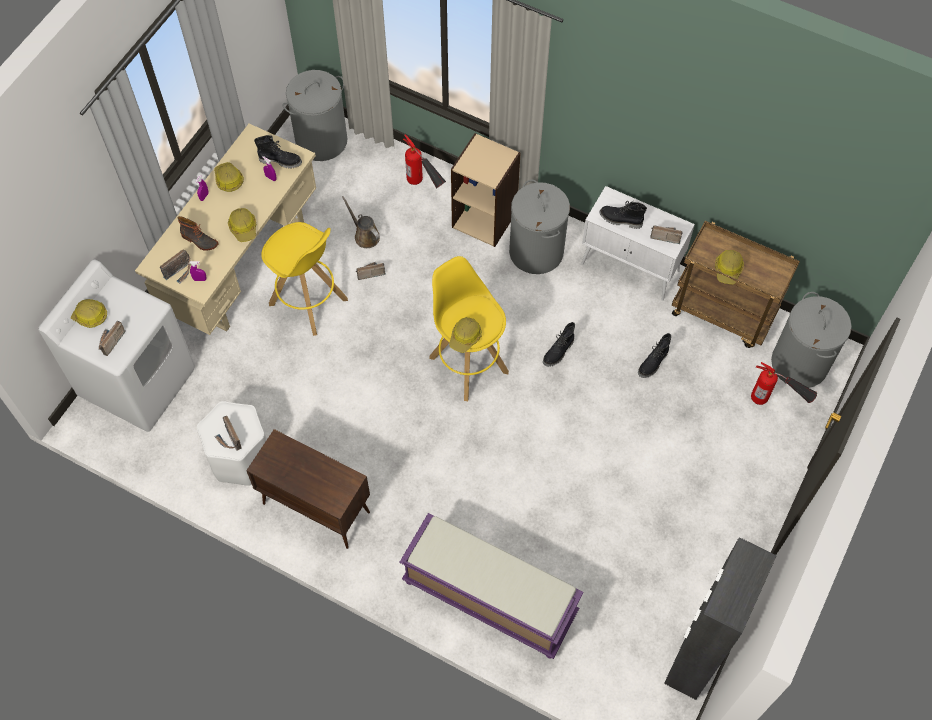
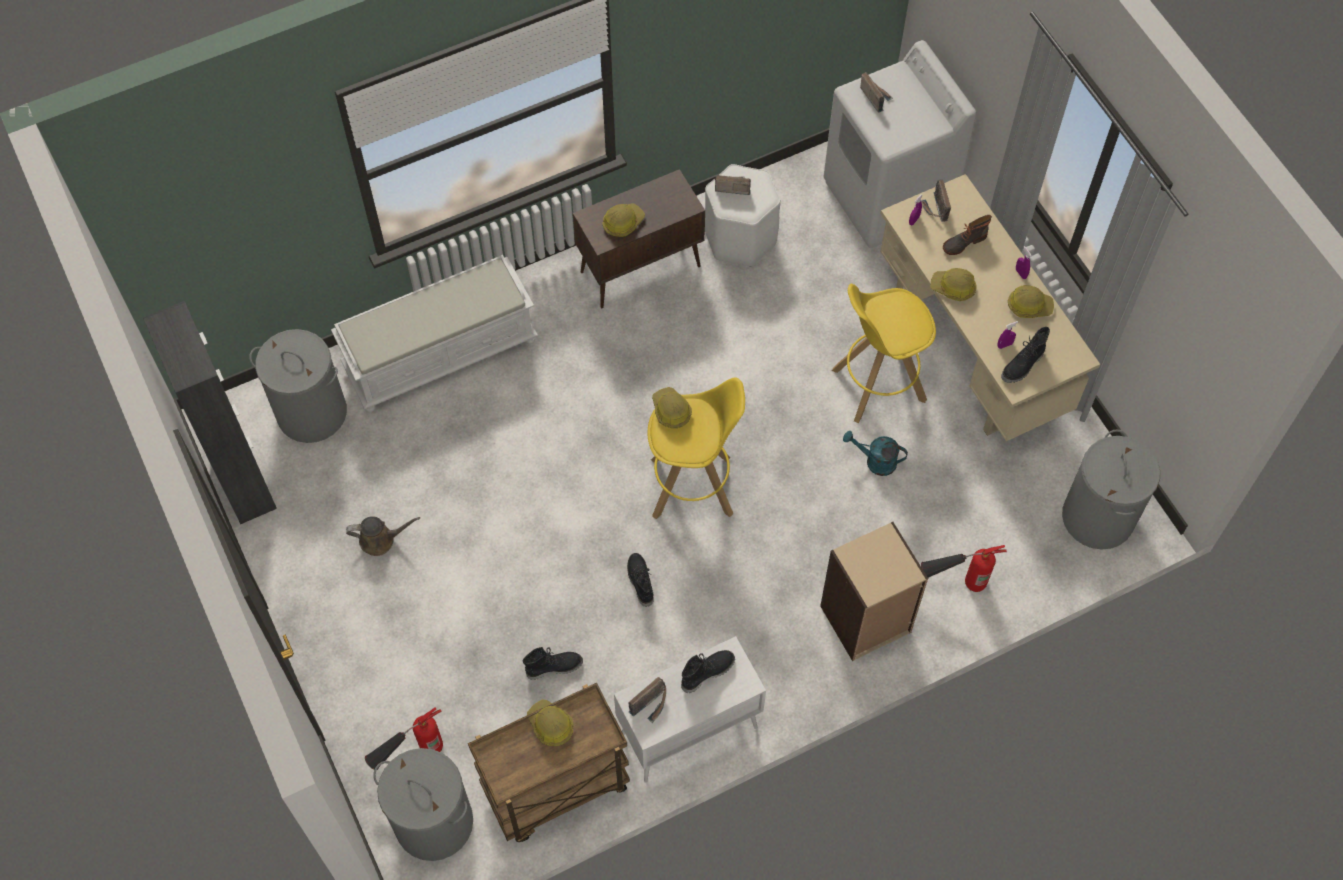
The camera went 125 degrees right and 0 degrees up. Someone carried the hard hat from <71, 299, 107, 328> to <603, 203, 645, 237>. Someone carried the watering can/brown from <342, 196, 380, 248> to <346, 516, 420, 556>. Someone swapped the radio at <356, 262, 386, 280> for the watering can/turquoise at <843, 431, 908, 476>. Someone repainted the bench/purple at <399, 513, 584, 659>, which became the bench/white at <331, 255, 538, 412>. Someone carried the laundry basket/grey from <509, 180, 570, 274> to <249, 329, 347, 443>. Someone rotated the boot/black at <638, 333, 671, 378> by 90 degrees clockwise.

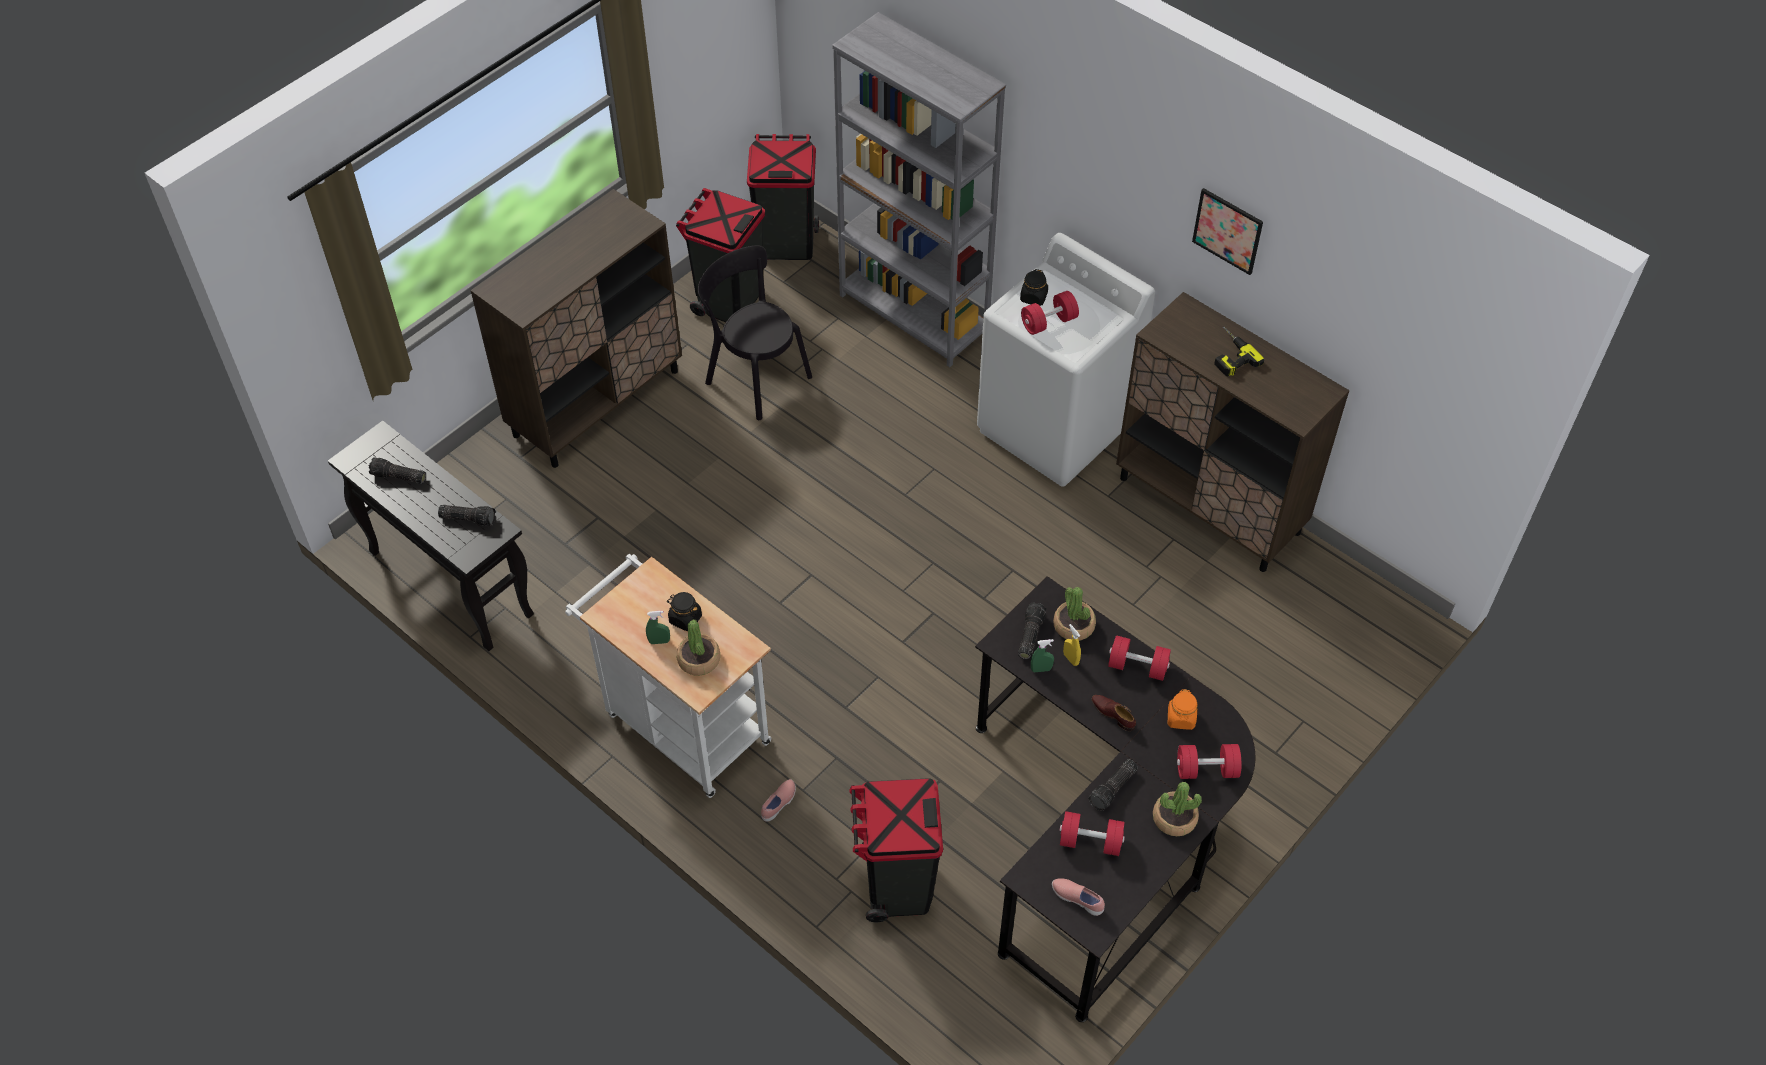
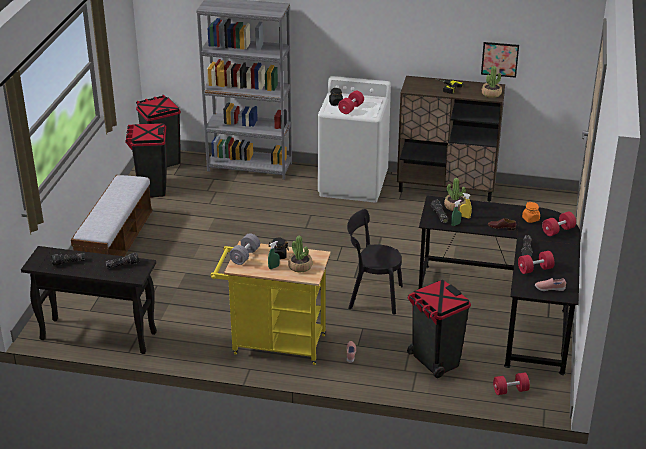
The camera went 30 degrees left and 20 degrees down. Someone swapped the cabinet/brown at <470, 189, 682, 468> for the bench at <71, 175, 153, 256>. Someone repainted the cart/white at <565, 554, 771, 798>, which became the cart/yellow at <210, 241, 331, 365>. Someone carried the chair/black from <698, 245, 812, 420> to <347, 209, 403, 315>. Someone carried the dumbbell/red from <1108, 635, 1171, 681> to <493, 373, 530, 395>. Someone carried the potted plant from <1153, 782, 1202, 836> to <482, 66, 502, 98>. Someone carried the picture from <1192, 188, 1263, 275> to <481, 42, 519, 78>. Someone put down the dumbbell/grey at <229, 233, 260, 265>.

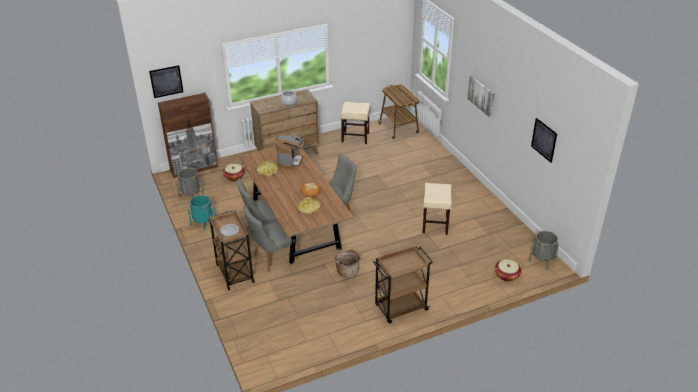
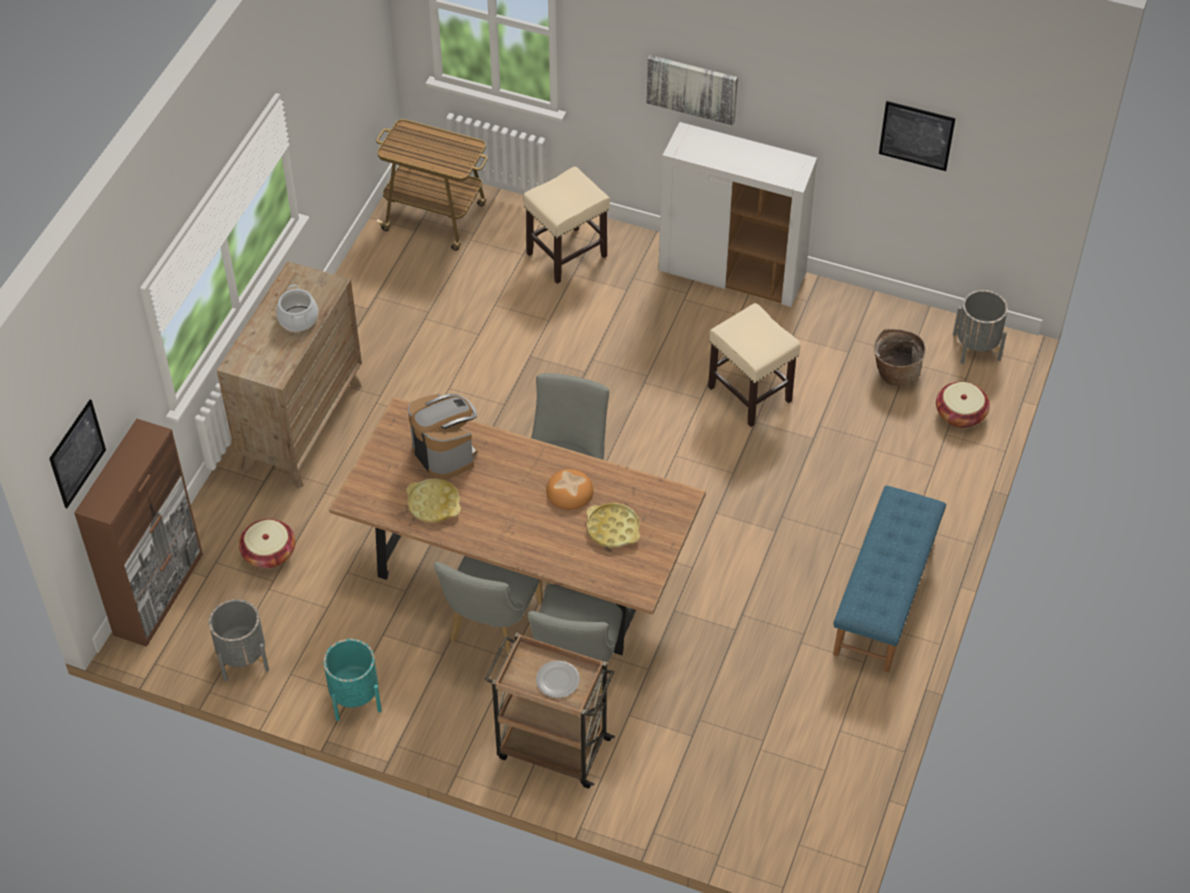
The camera went 45 degrees left and 15 degrees up. Someone carried the basket from <335, 249, 360, 278> to <874, 329, 926, 386>. Someone carried the stool/beige from <341, 102, 370, 144> to <523, 167, 610, 284>. Someone swapped the cart/brown at <373, 246, 433, 323> for the bench/blue at <833, 486, 946, 672>. Someone put down the cabinet/white at <658, 122, 817, 307>.

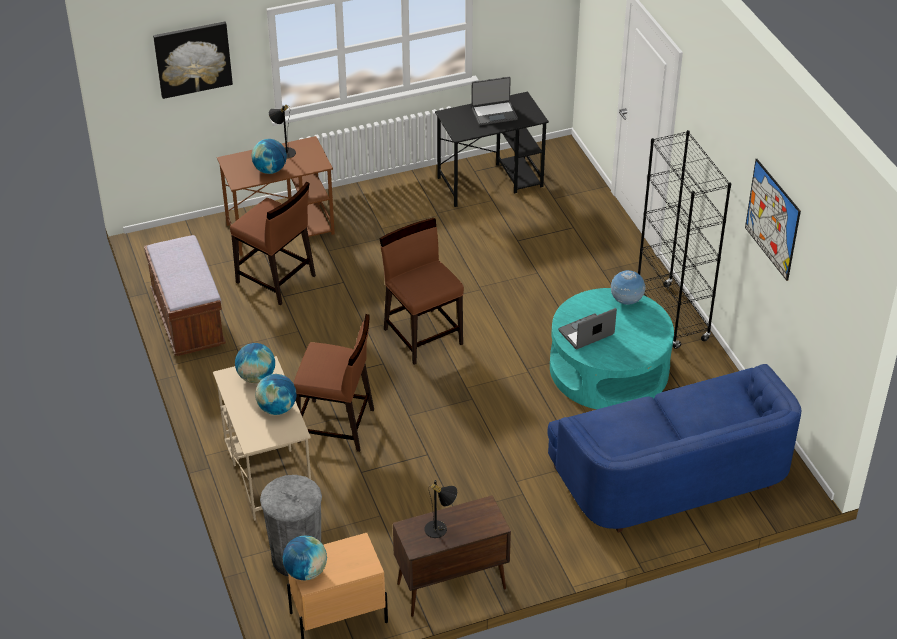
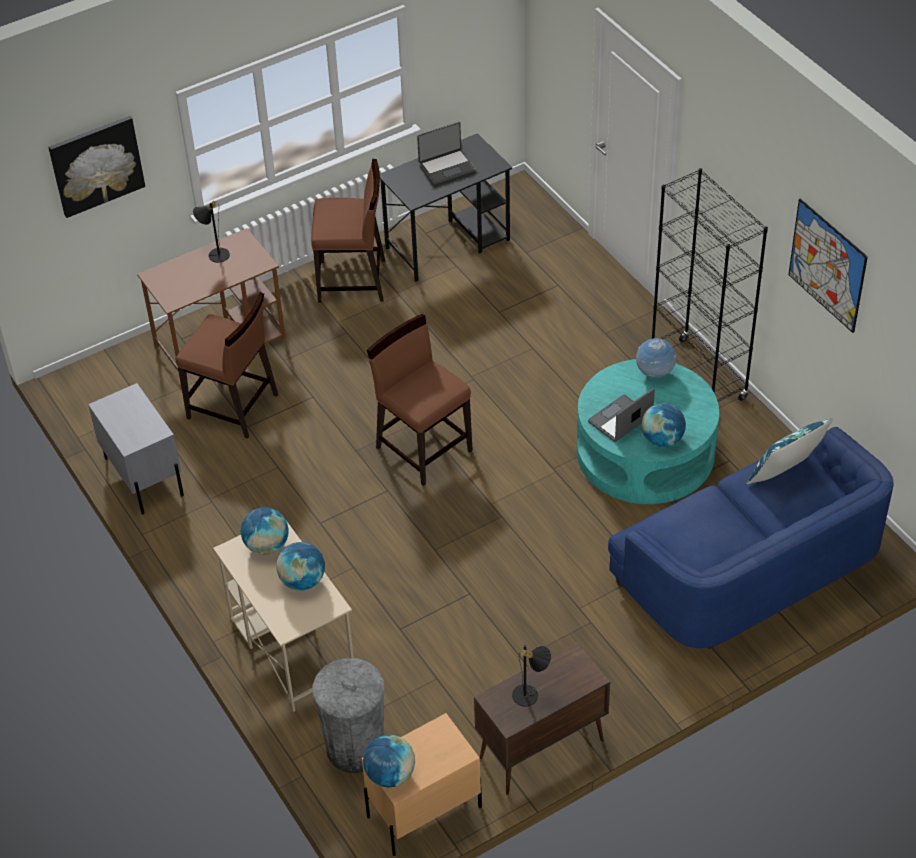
The camera went 10 degrees left and 5 degrees up. Someone swapped the bench/brown at <144, 235, 226, 356> for the nightstand/grey at <88, 383, 184, 515>. Someone carried the globe from <251, 139, 287, 174> to <641, 403, 686, 447>. Someone carried the chair/brown from <293, 314, 374, 452> to <311, 159, 385, 303>. Someone put down the pillow/blue at <746, 418, 833, 484>.

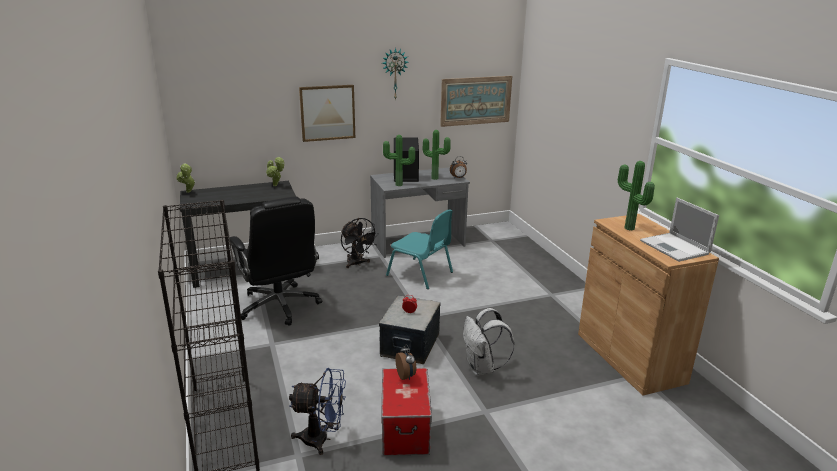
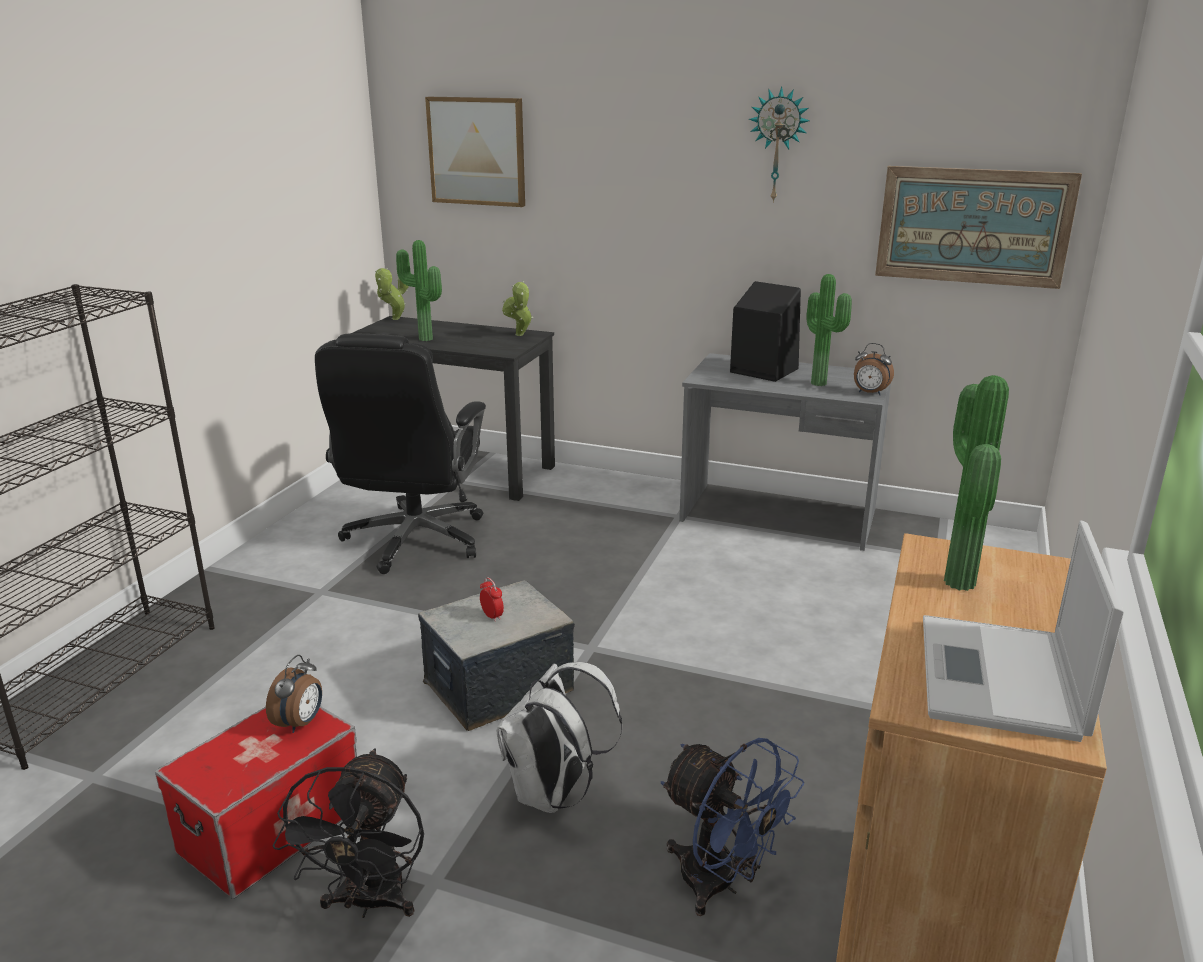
The camera went 40 degrees right and 0 degrees up. Someone carried the fan/blue from <289, 368, 346, 455> to <661, 738, 804, 916>. Someone carried the picture from <299, 85, 355, 142> to <425, 97, 525, 207>. Someone carried the fan/black from <341, 218, 379, 268> to <273, 748, 424, 918>. Someone carried the potted plant from <383, 135, 415, 186> to <396, 240, 442, 341>. Someone took away the chair/turquoise at <386, 209, 453, 289>.

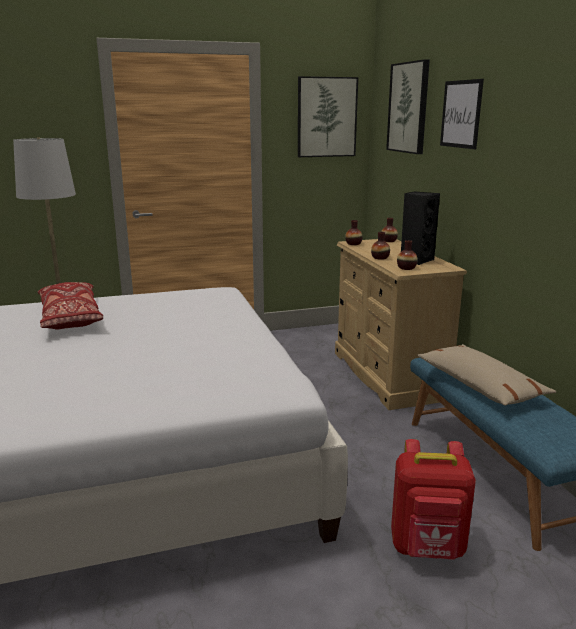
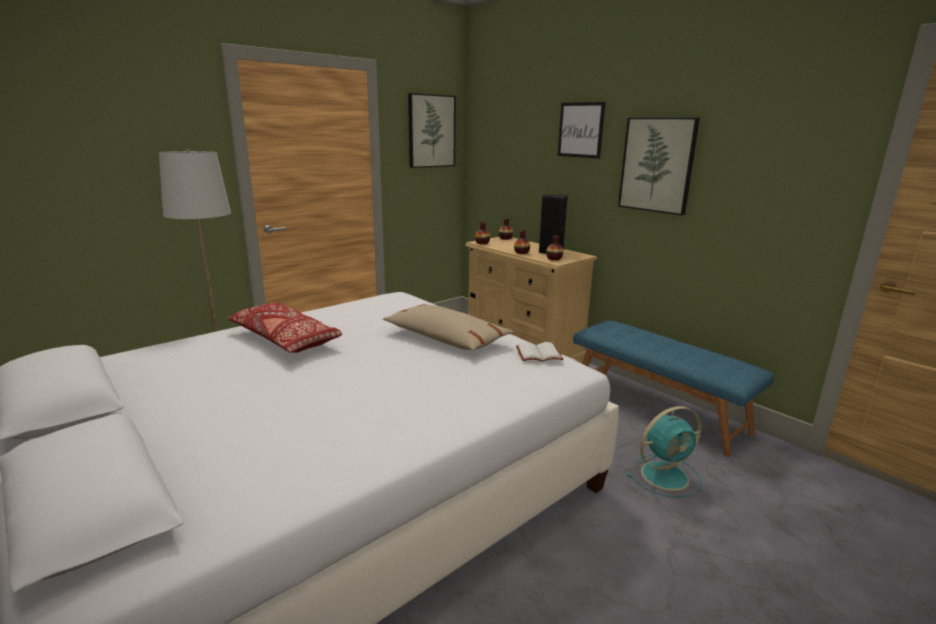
The camera went 25 degrees left and 0 degrees up. Someone carried the picture from <386, 59, 430, 154> to <618, 117, 700, 215>. Someone swapped the backpack/red at <391, 439, 476, 559> for the fan/turquoise at <627, 406, 703, 497>. Someone carried the pillow/beige from <417, 344, 556, 405> to <383, 304, 514, 350>. Someone put down the book/white at <516, 342, 563, 362>.

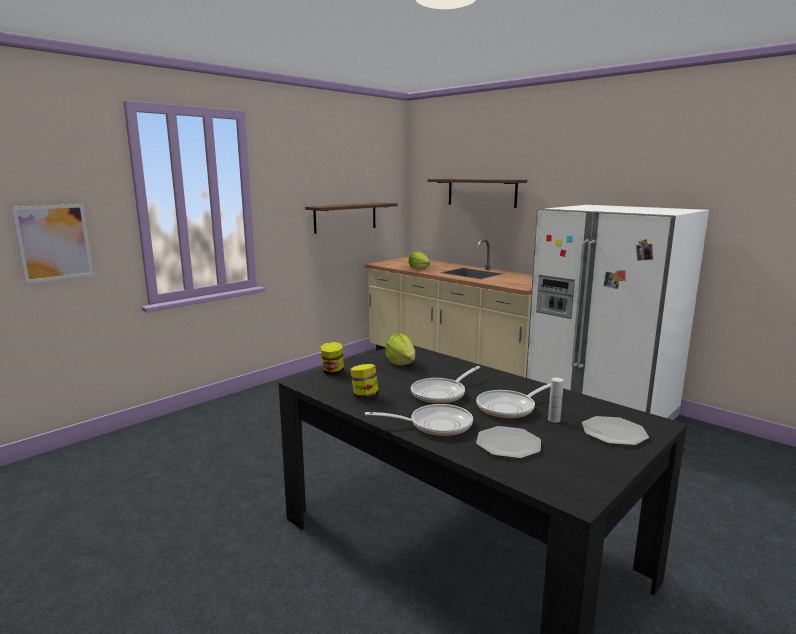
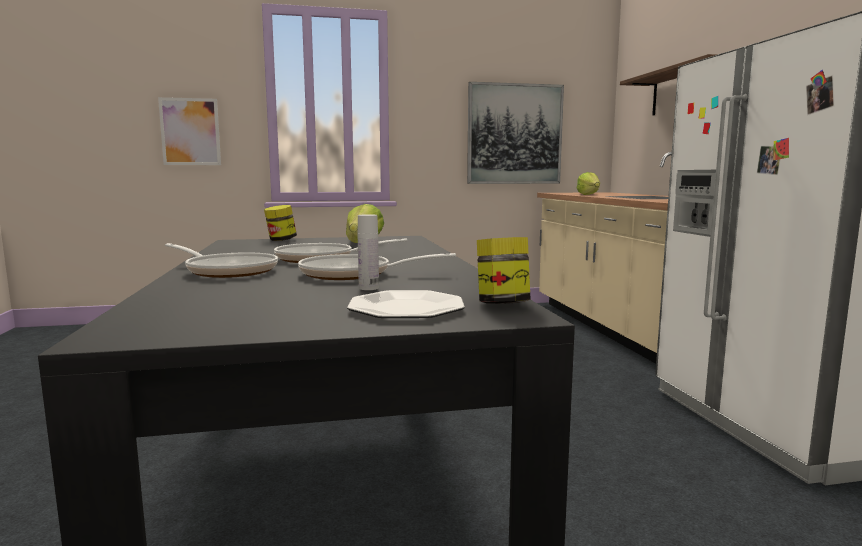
The camera went 35 degrees right and 5 degrees down. Someone swapped the shelf at <305, 203, 398, 234> for the picture at <467, 82, 564, 184>. Someone carried the jar from <350, 364, 379, 398> to <477, 237, 531, 304>. Someone took away the plate at <476, 426, 541, 459>.

